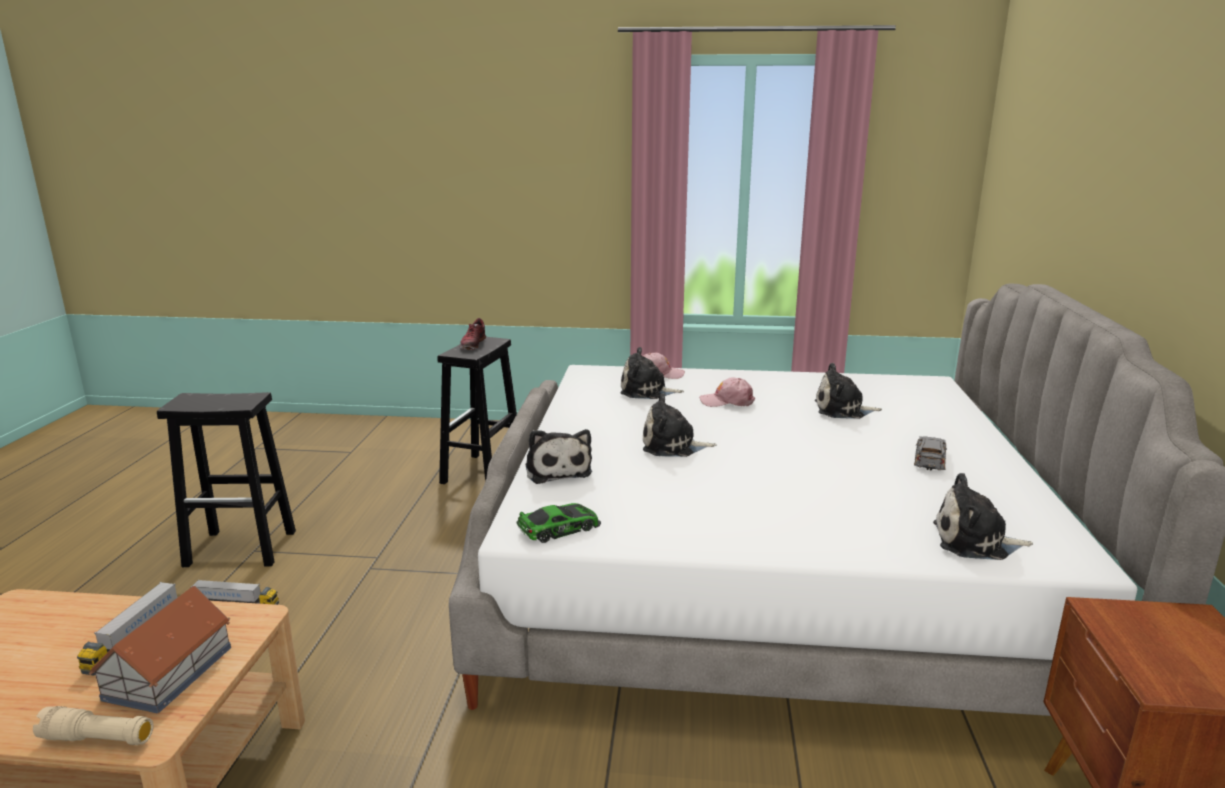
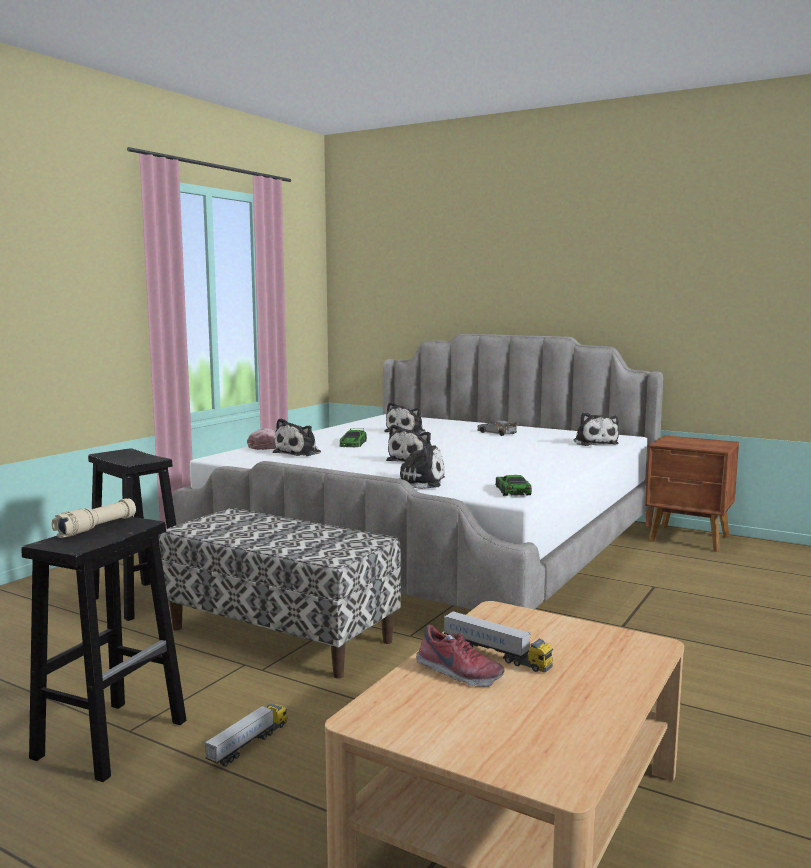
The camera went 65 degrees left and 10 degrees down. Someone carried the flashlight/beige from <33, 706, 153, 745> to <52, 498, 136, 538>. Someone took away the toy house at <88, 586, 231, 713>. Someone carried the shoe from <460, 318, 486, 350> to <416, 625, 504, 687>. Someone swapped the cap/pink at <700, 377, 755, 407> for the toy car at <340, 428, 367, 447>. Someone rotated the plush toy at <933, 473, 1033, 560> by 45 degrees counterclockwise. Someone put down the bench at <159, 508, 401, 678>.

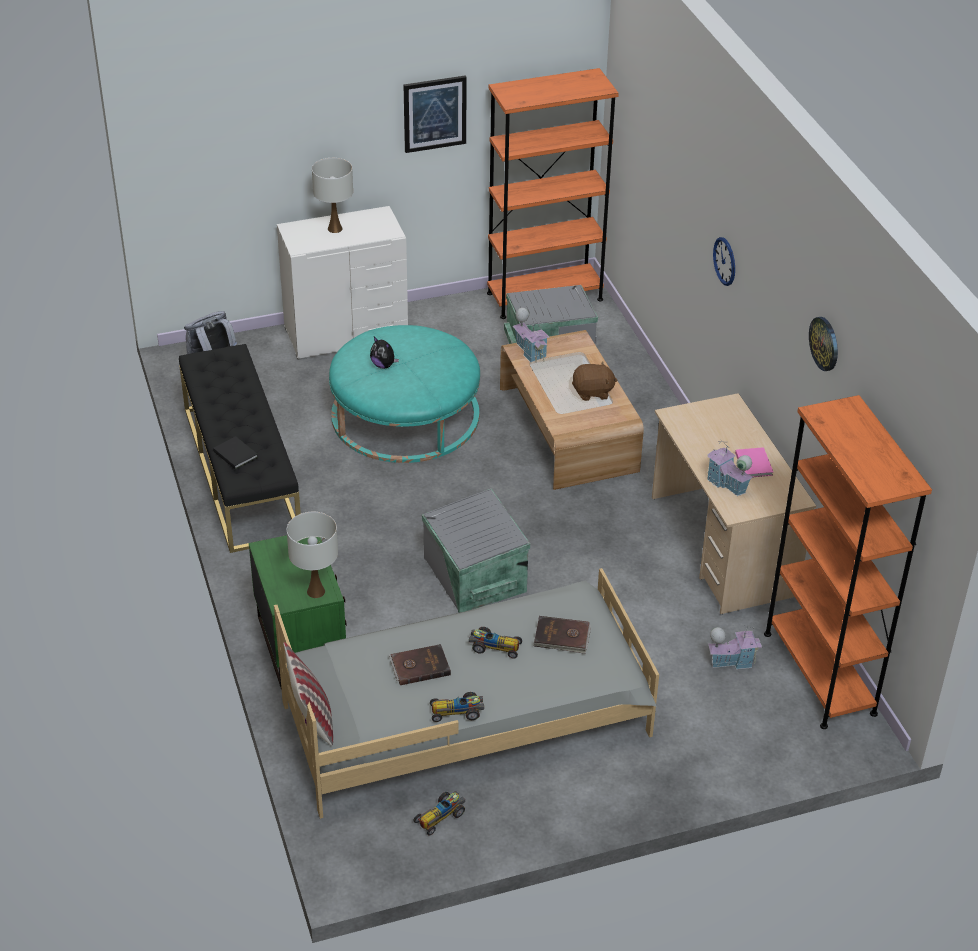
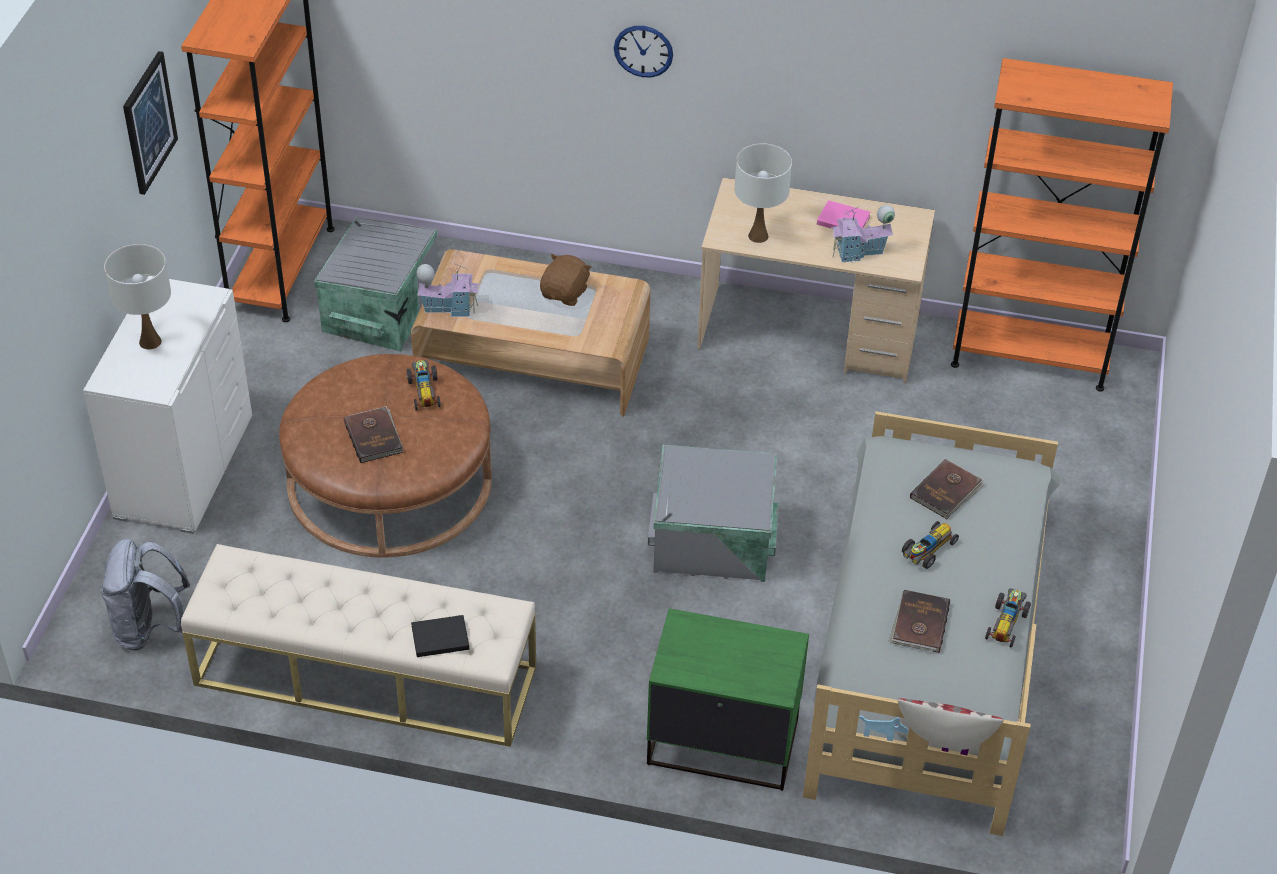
The camera went 60 degrees left and 5 degrees up. Someone repainted the bench/black at <179, 344, 301, 553>, which became the bench/beige at <181, 544, 536, 747>. Someone carried the table lamp/white from <287, 512, 338, 598> to <735, 144, 792, 243>. Someone repainted the ottoman/turquoise at <329, 325, 480, 463>, which became the ottoman/brown at <279, 354, 492, 558>. Someone swapped the plush toy at <370, 337, 399, 369> for the book/brown at <344, 406, 403, 463>. Someone carried the toy car from <413, 791, 465, 836> to <406, 360, 441, 410>. Someone took away the toy house at <708, 625, 762, 669>. Someone took away the wall clock at <809, 317, 838, 371>.

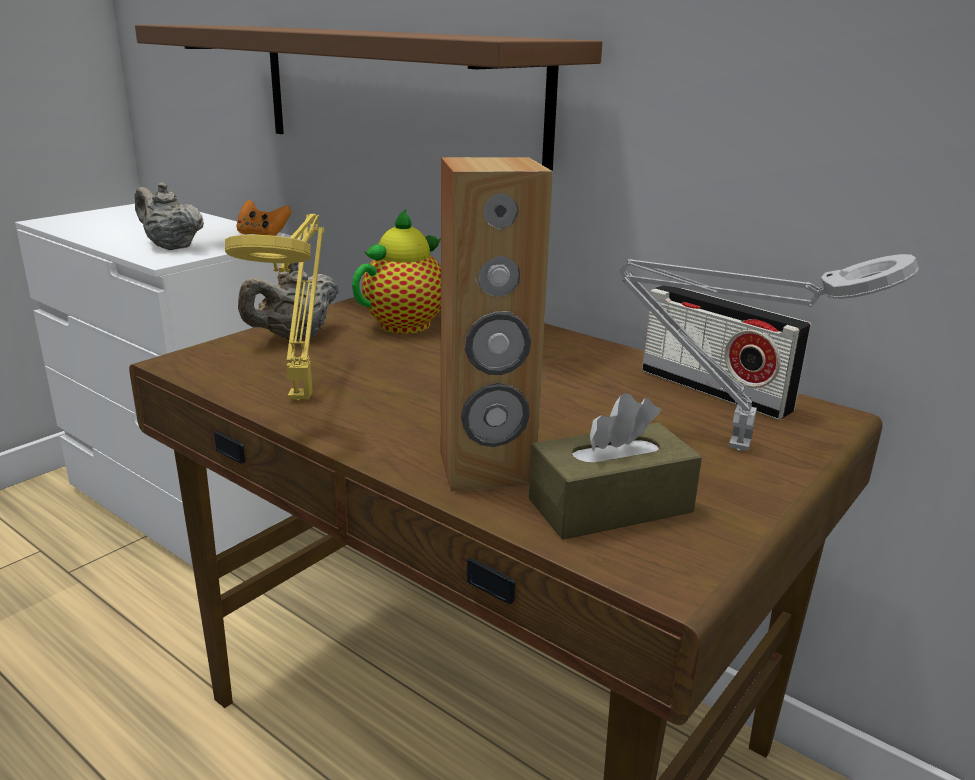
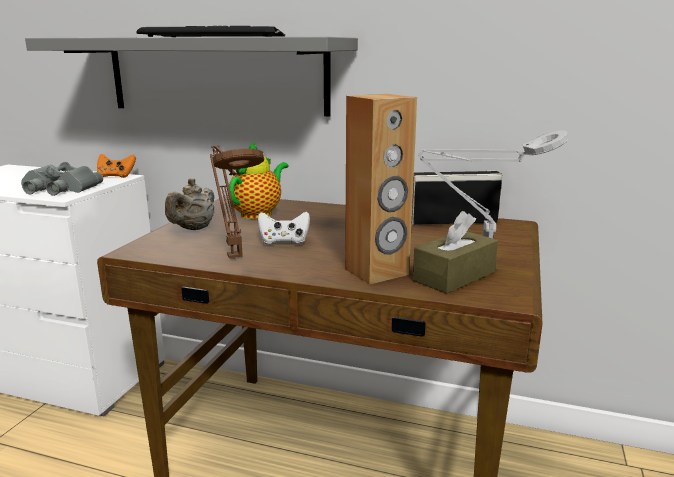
The camera went 20 degrees left and 5 degrees down. Someone swapped the teapot/beige at <134, 182, 204, 250> for the binoculars/grey at <21, 162, 103, 196>. Someone repainted the shelf/brown at <135, 24, 603, 171>, which became the shelf/grey at <25, 37, 358, 116>. Someone repainted the table lamp/yellow at <225, 214, 325, 400>, which became the table lamp/brown at <210, 145, 264, 259>. Someone rotated the radio at <642, 285, 811, 420> by 150 degrees clockwise. Someone put down the keyboard at <136, 26, 285, 37>. Someone put down the game controller/white at <258, 211, 310, 245>.

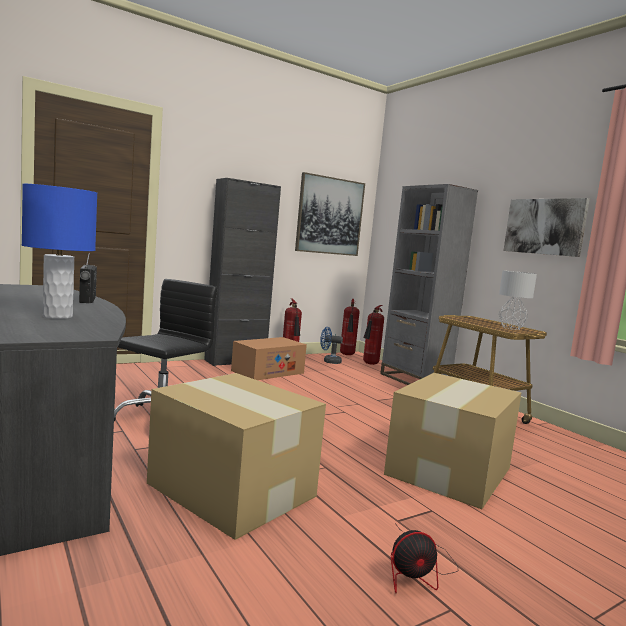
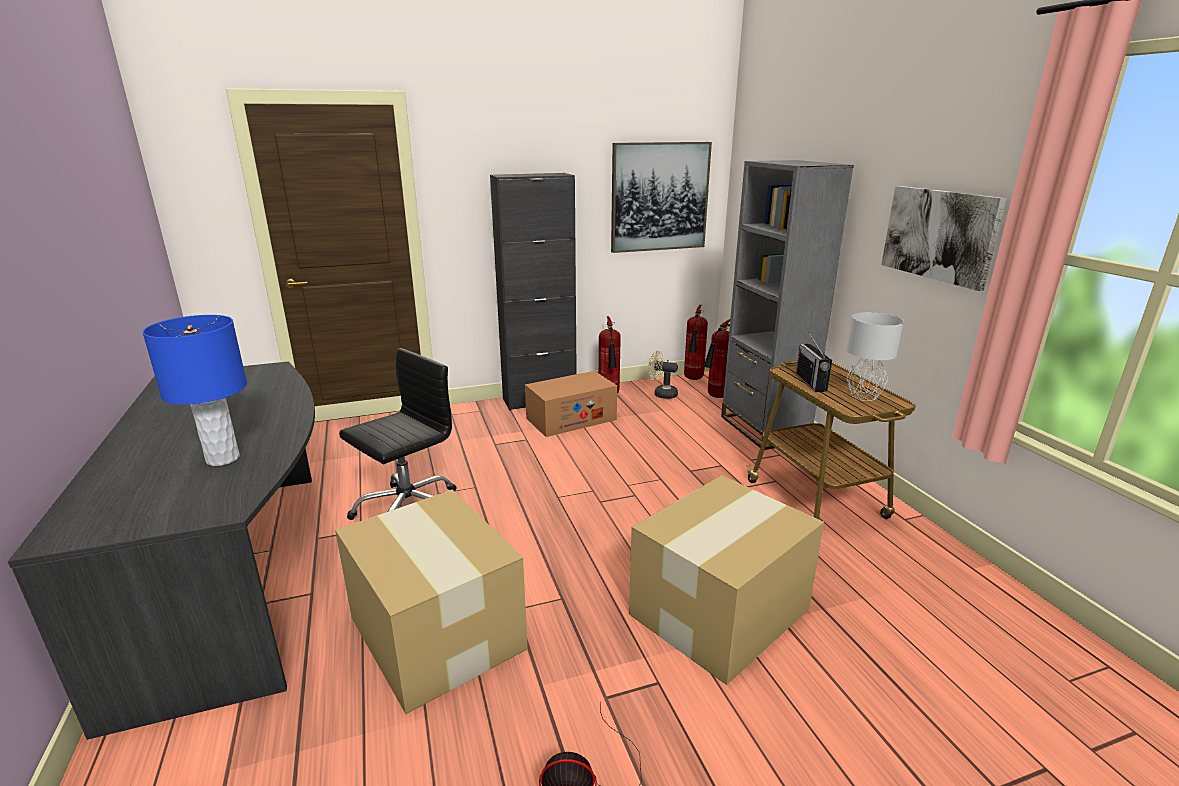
The camera went 15 degrees right and 15 degrees up. Someone carried the radio from <79, 252, 97, 303> to <796, 332, 832, 392>. Someone repainted the fan/blue at <320, 327, 343, 364>, which became the fan/beige at <648, 350, 678, 399>.

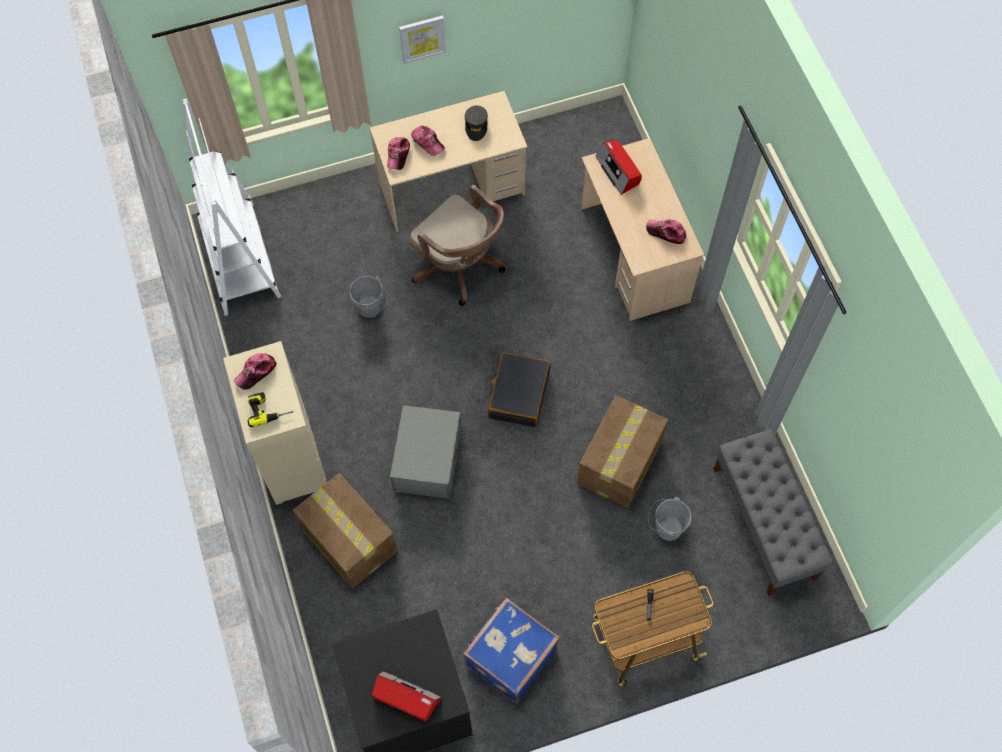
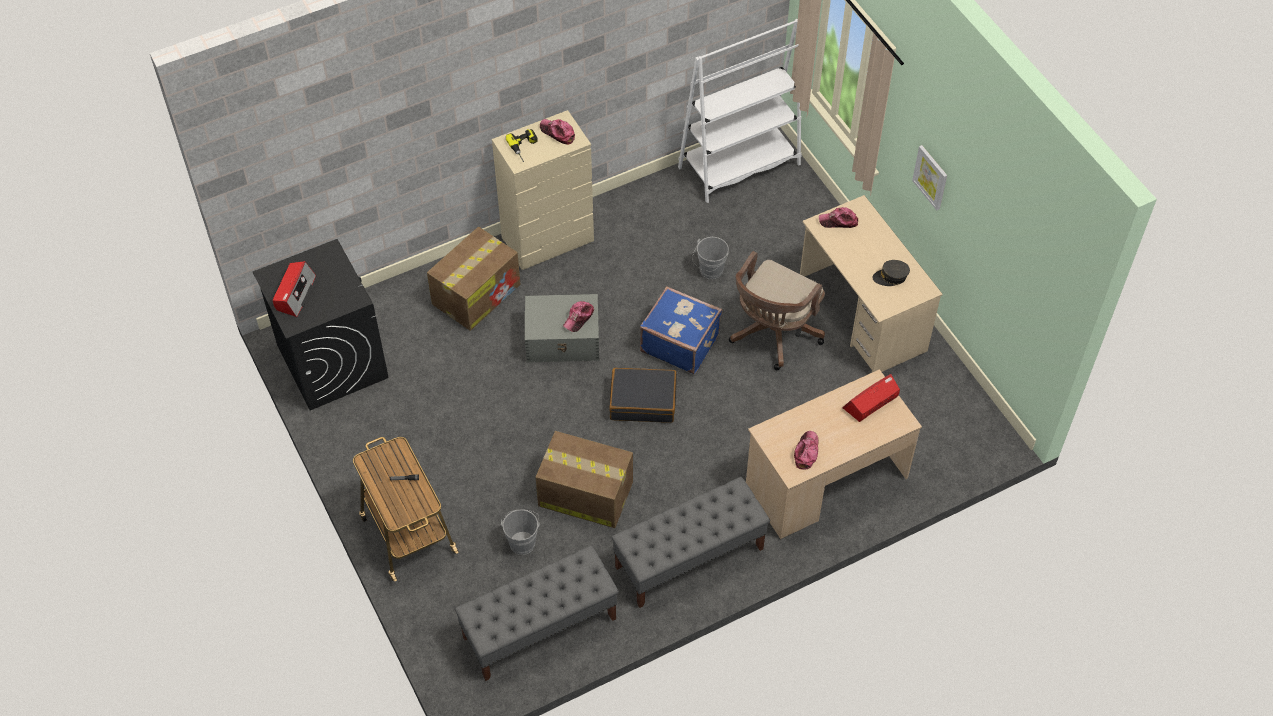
The camera went 80 degrees right and 10 degrees down. Someone carried the cap from <411, 126, 445, 156> to <563, 301, 594, 332>. Someone carried the suitcase/blue from <463, 598, 560, 703> to <640, 286, 722, 374>. Someone put down the bench/grey at <612, 477, 770, 608>.

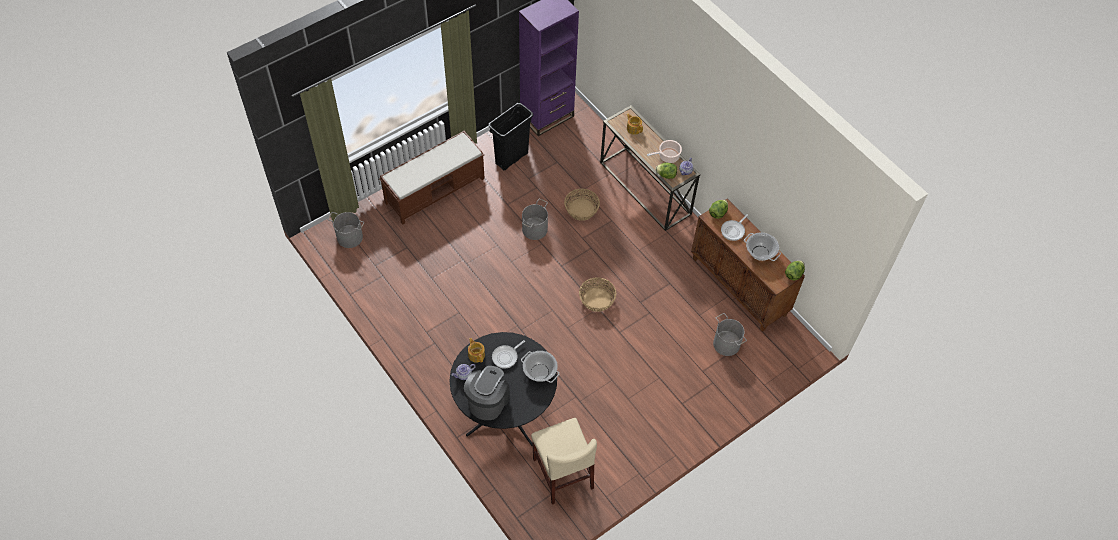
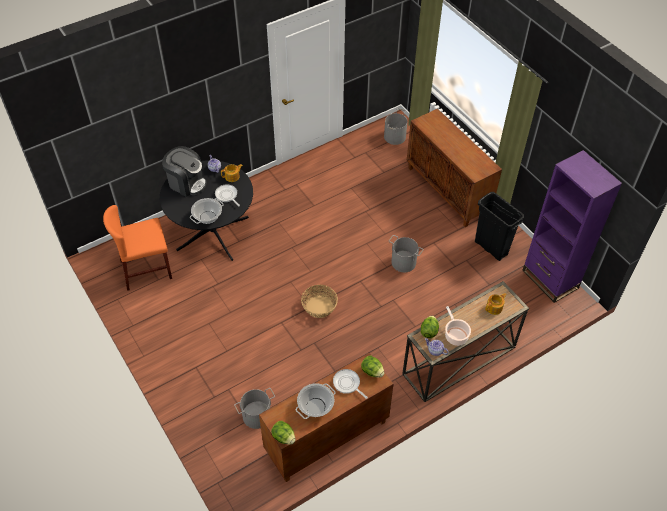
The camera went 95 degrees right and 5 degrees down. Someone swapped the bench/brown at <379, 131, 485, 225> for the cabinet/brown at <407, 109, 502, 227>. Someone repainted the chair/beige at <531, 418, 597, 505>, which became the chair/orange at <103, 205, 172, 291>. Someone took away the basket at <564, 188, 600, 221>.

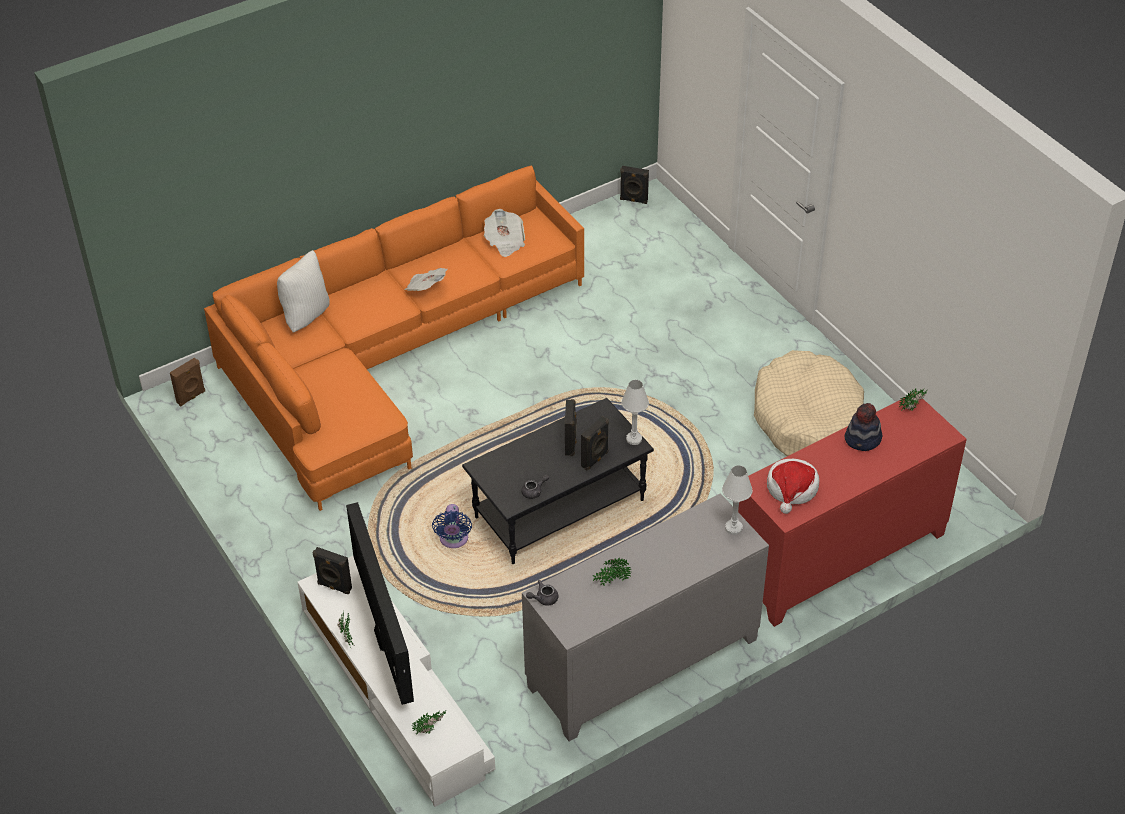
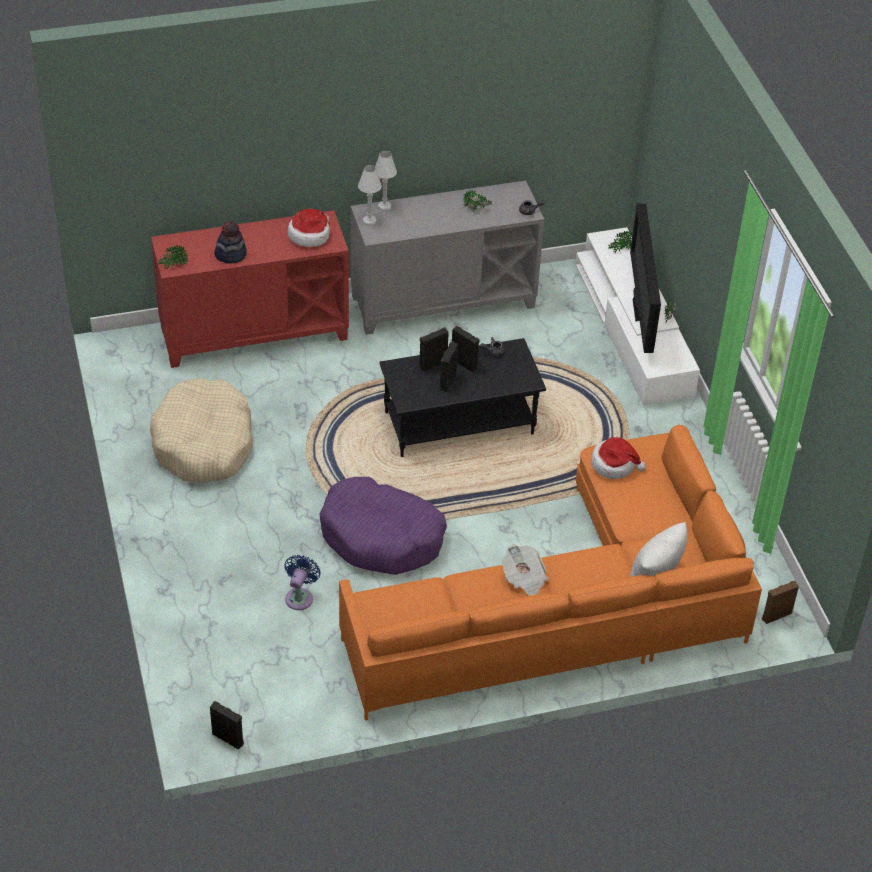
The camera went 165 degrees left and 0 degrees up. Someone carried the speaker/black from <313, 547, 352, 594> to <452, 326, 480, 372>. Someone carried the fan/blue from <432, 504, 472, 548> to <284, 555, 321, 610>. Someone took away the newspaper at <484, 209, 525, 257>. Someone carried the table lamp/white from <621, 380, 649, 445> to <375, 151, 397, 211>. Someone put down the dog bed/purple at <320, 477, 447, 575>. Someone put down the hat at <591, 437, 646, 479>.

